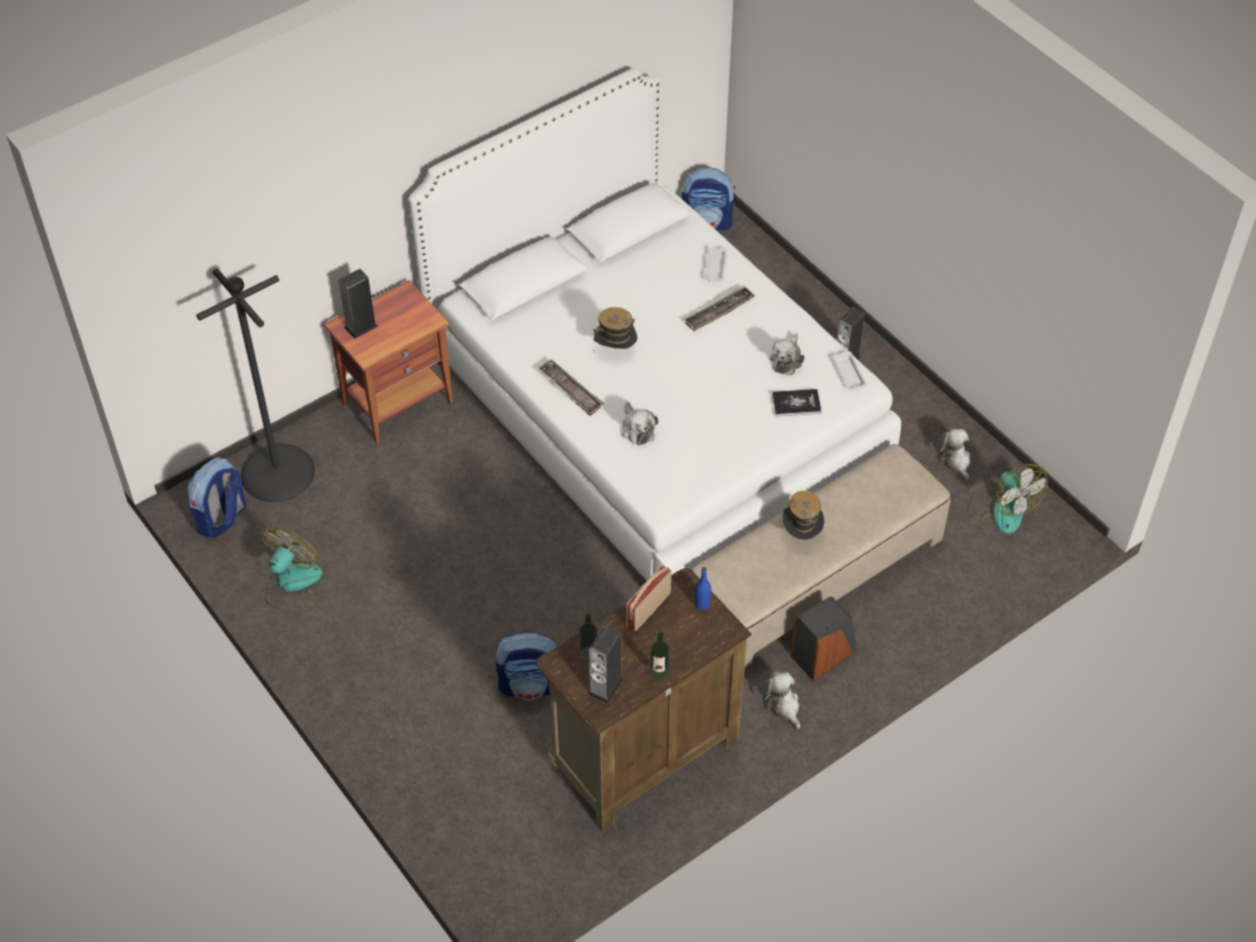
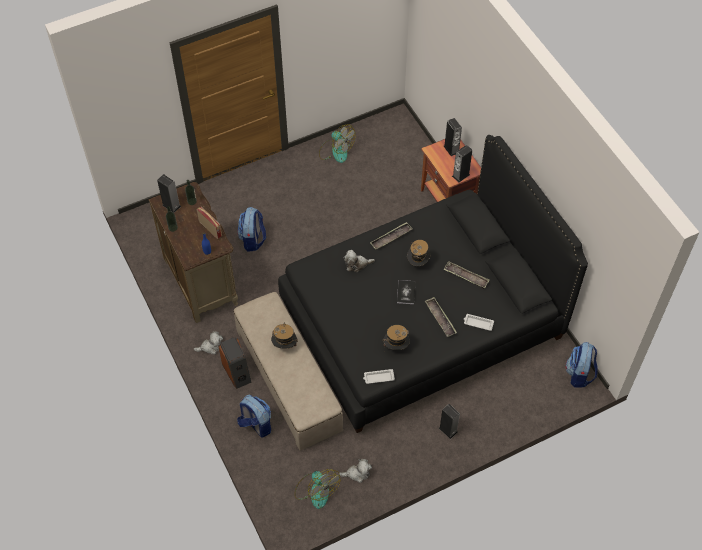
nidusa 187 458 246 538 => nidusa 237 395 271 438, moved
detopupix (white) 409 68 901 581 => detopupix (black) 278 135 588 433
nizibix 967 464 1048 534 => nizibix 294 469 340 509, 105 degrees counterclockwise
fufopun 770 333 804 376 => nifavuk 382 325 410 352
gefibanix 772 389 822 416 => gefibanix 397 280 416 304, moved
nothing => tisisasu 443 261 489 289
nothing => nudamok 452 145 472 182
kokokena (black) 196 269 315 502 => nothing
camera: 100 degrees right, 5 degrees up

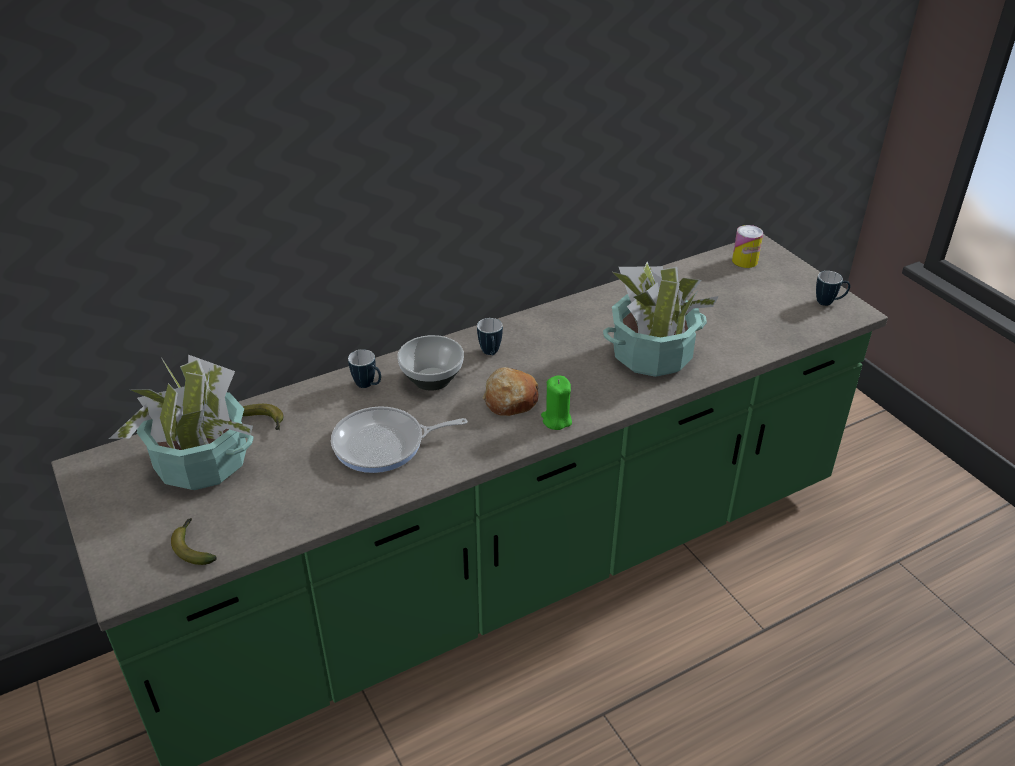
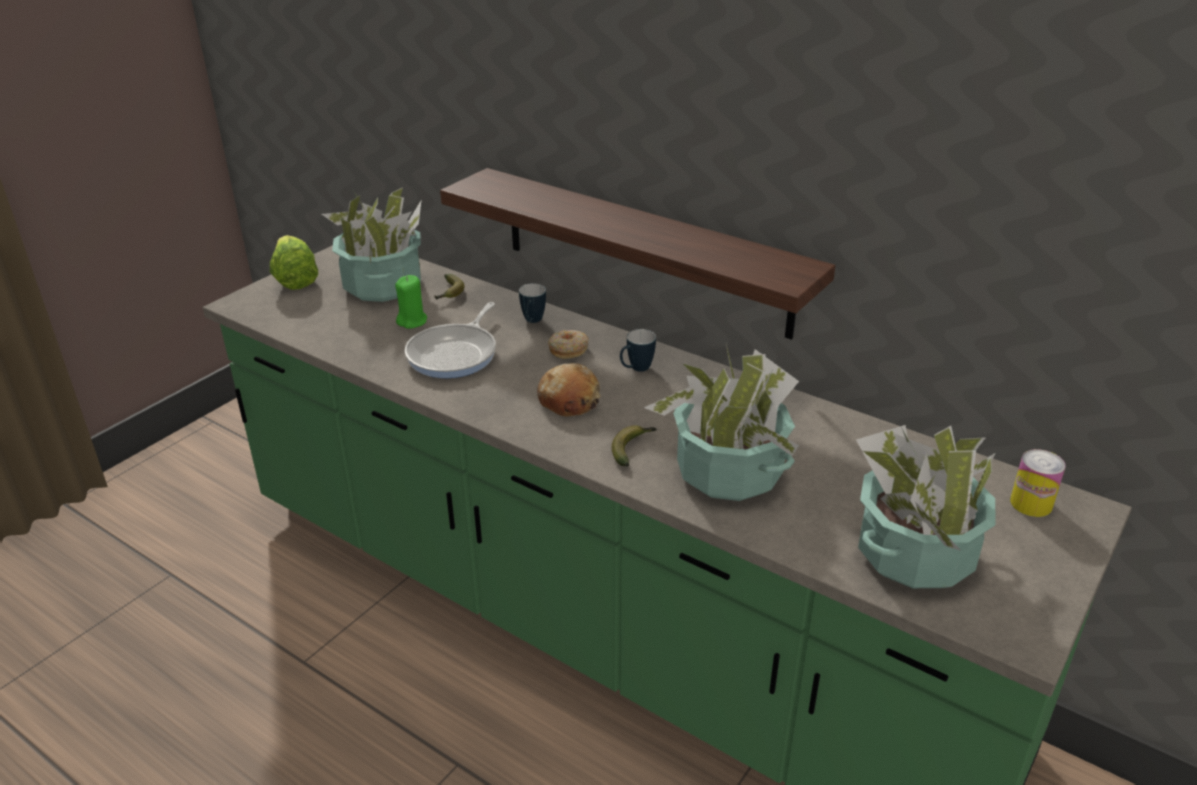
nothing => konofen 270 235 318 290
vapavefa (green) 541 375 572 430 => vapavefa (green) 395 275 427 329, moved
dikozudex 331 406 467 473 => dikozudex 405 302 496 378, 120 degrees counterclockwise
nothing => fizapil 440 168 836 340
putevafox 397 335 464 391 => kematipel 548 330 589 359
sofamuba 171 518 217 565 => sofamuba 612 425 657 467, moved
nothing => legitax 856 425 995 588
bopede 816 271 850 306 => nothing
camera: 65 degrees right, 5 degrees down

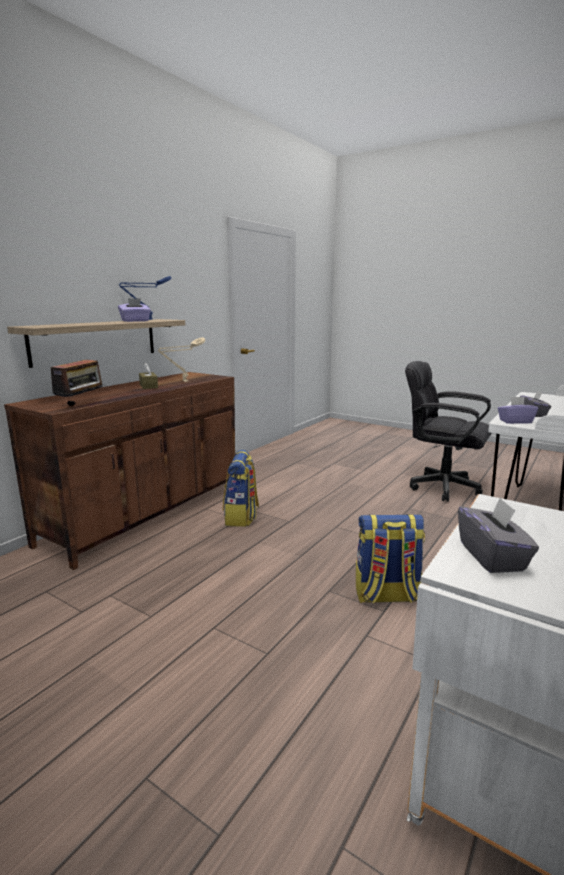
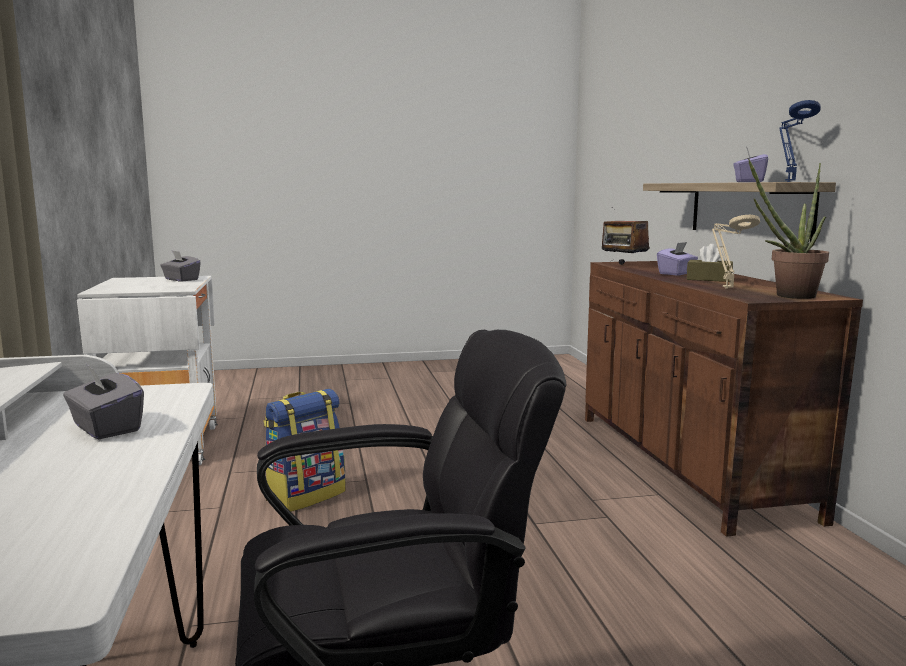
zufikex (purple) 498 397 538 424 => zufikex (purple) 657 242 698 275, moved
nothing => legitax 748 159 829 299
nidusa 223 450 259 527 => nothing
camera: 135 degrees right, 5 degrees down

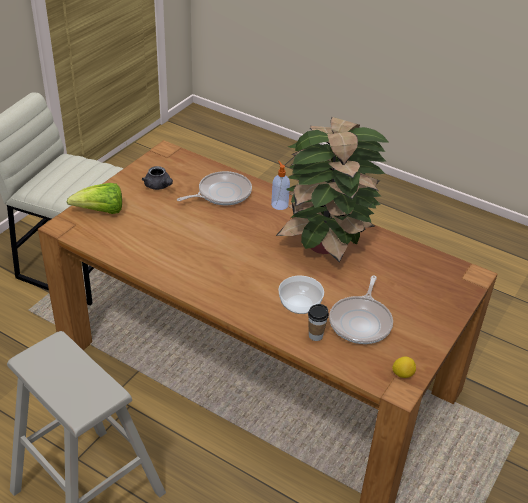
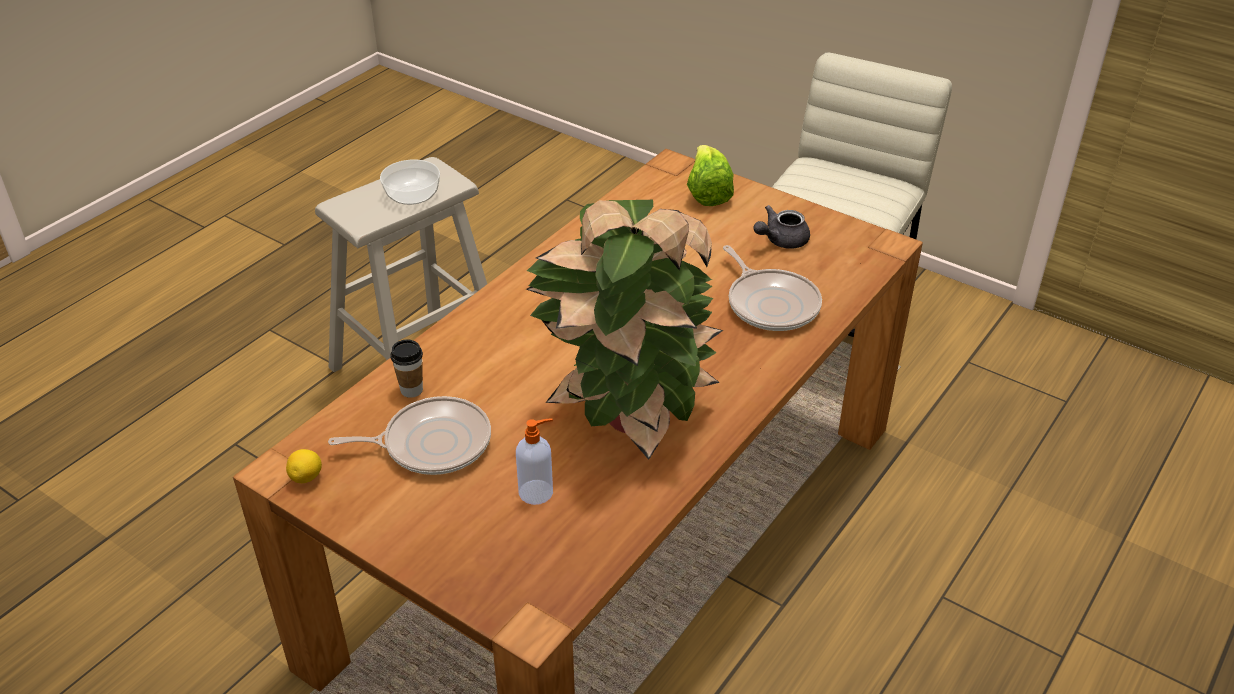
dikozudex 329 275 393 344 => dikozudex 328 396 491 475, 150 degrees clockwise
putevafox 278 276 324 314 => putevafox 380 160 440 205, moved
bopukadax 271 161 290 210 => bopukadax 516 418 553 505, moved
camera: 95 degrees right, 0 degrees up

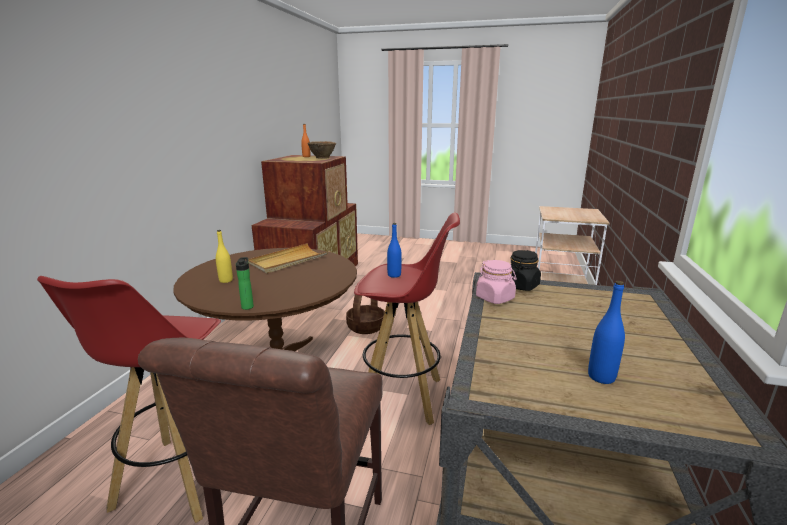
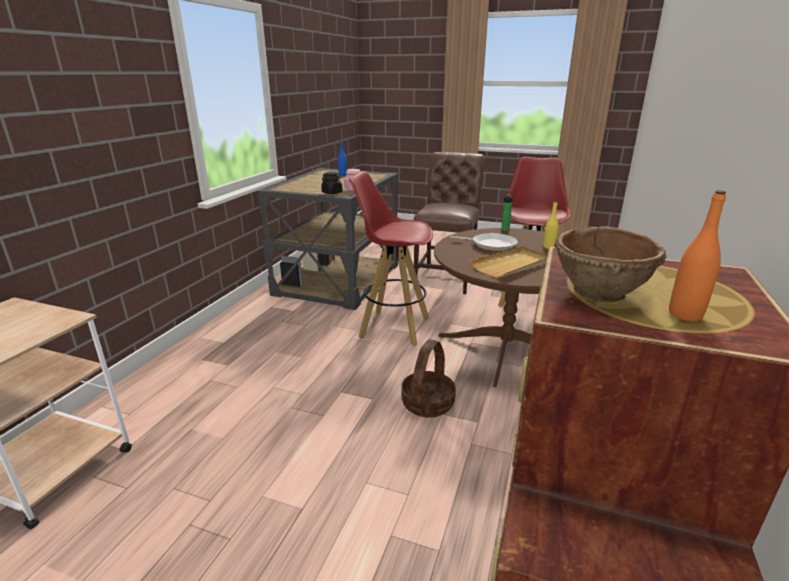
nothing => dikozudex 449 233 518 251
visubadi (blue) 387 223 402 278 => nothing
camera: 175 degrees left, 5 degrees up

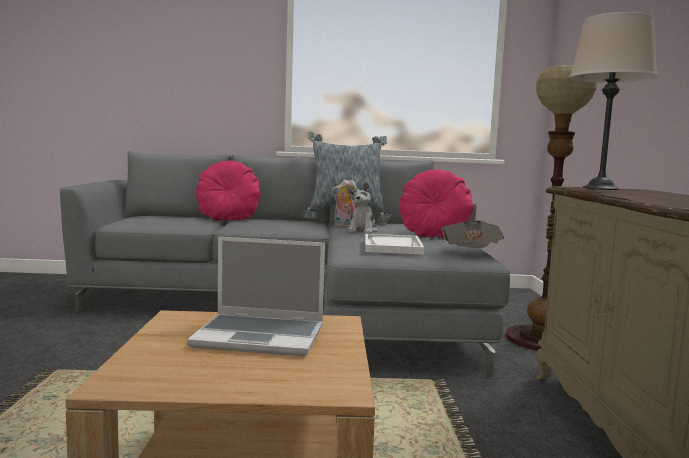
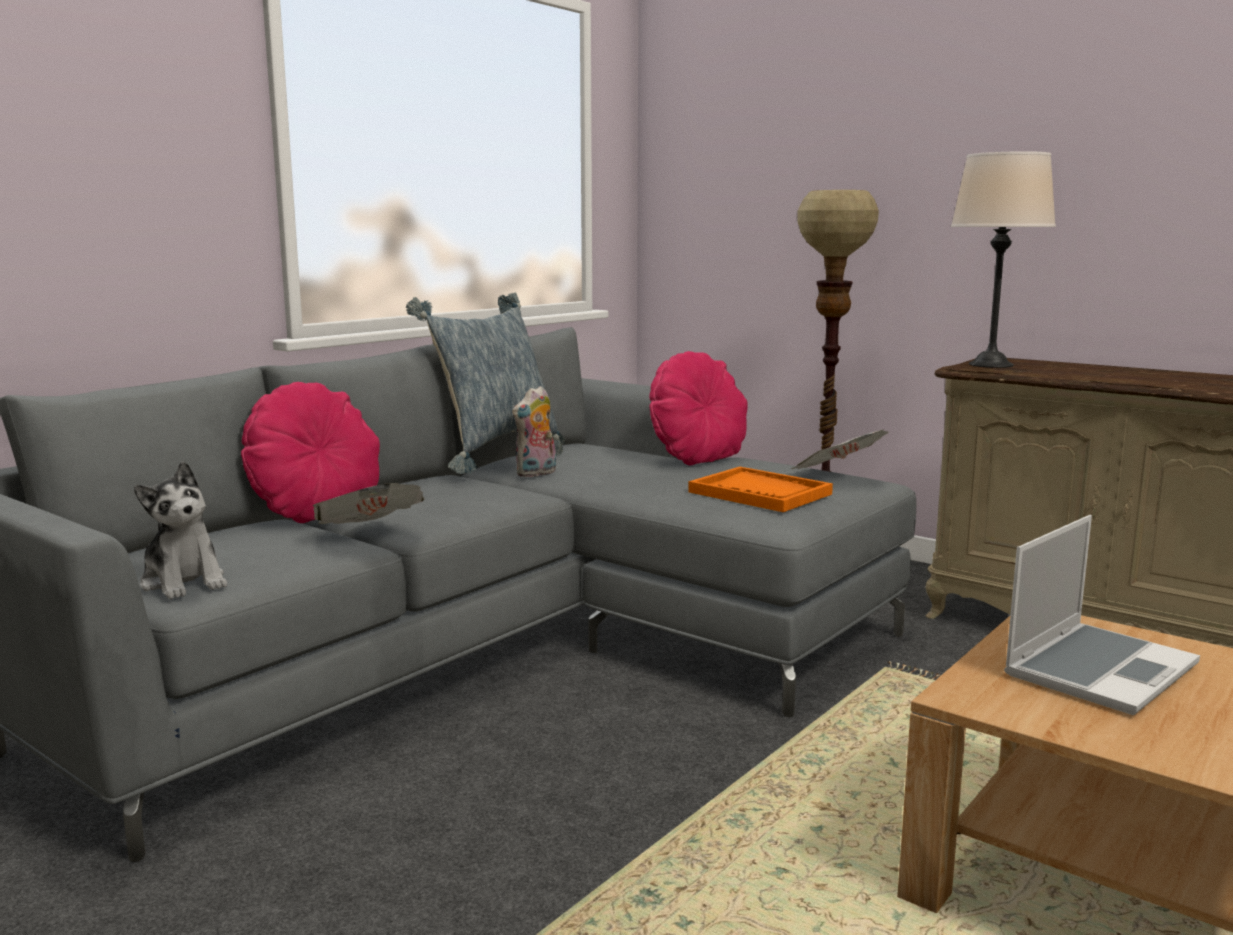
fufopun 347 182 378 234 => fufopun 134 461 227 599, moved
nothing => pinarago 313 483 425 524
tisisasu (white) 365 234 424 255 => tisisasu (orange) 688 467 833 512
camera: 50 degrees left, 5 degrees up

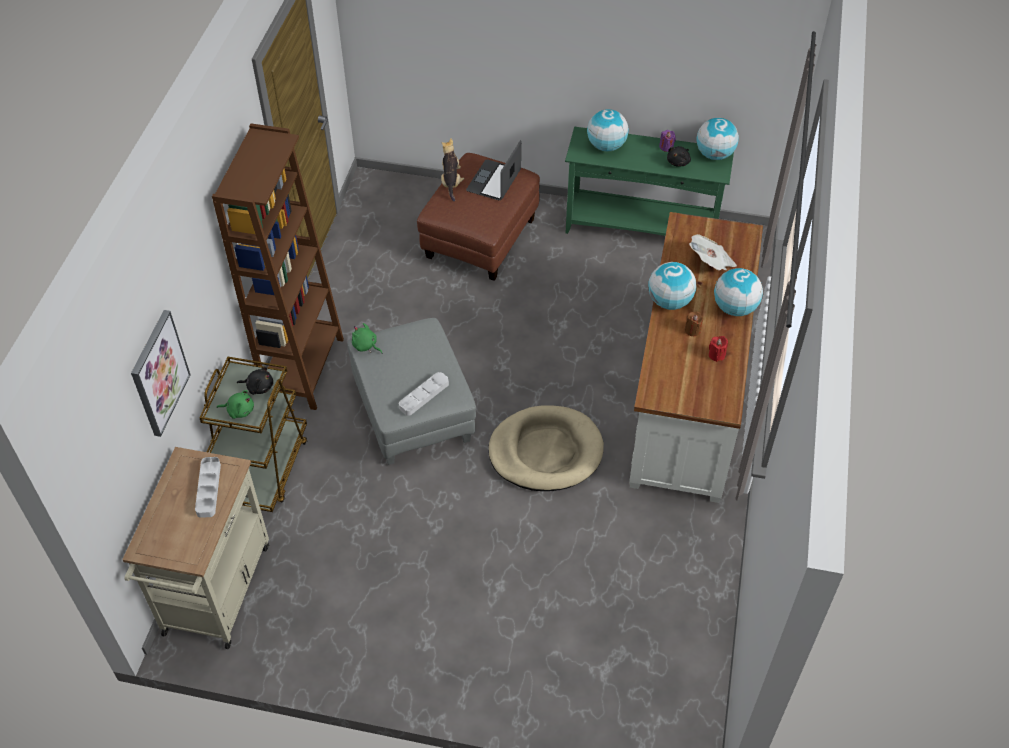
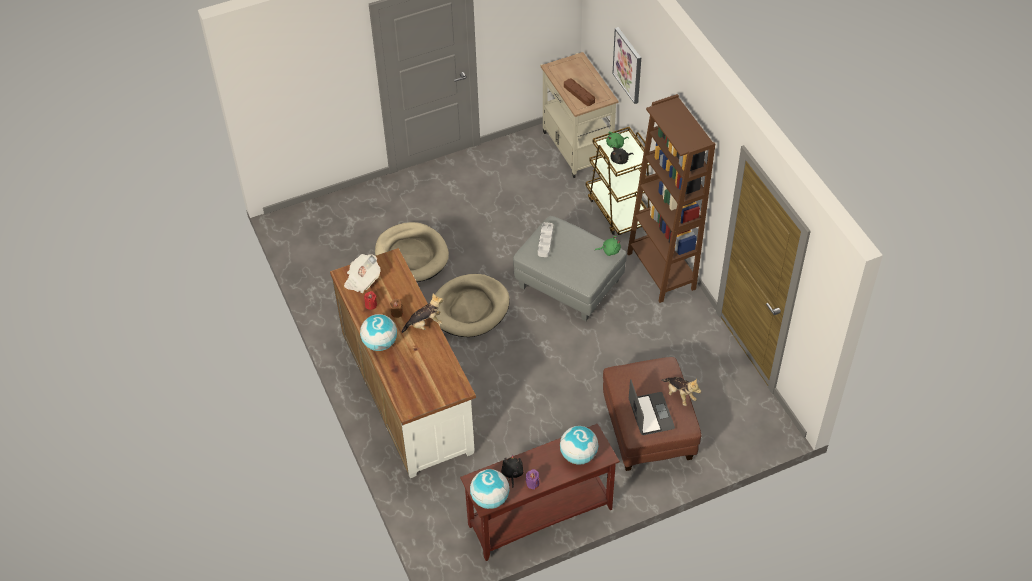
pinarago 689 235 737 270 => pinarago 344 254 381 293, moved
nothing => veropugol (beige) 375 222 449 282
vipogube 648 262 696 310 => fufopun 402 293 444 333
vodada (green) 565 127 734 236 => vodada (brown) 460 423 620 561
tisisasu (grey) 195 457 221 518 => tisisasu (brown) 564 78 595 106
camera: 145 degrees right, 0 degrees up

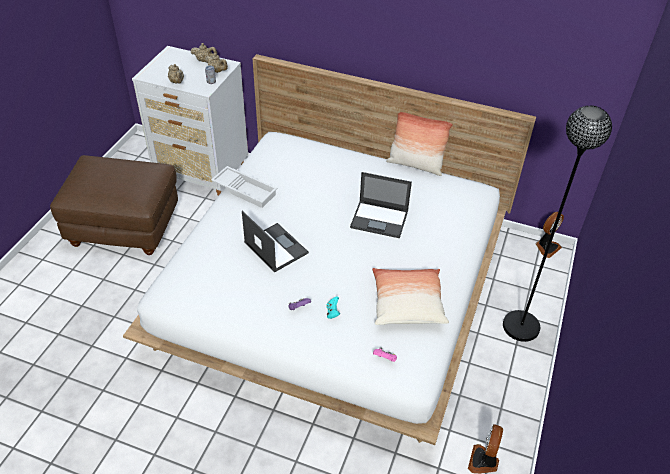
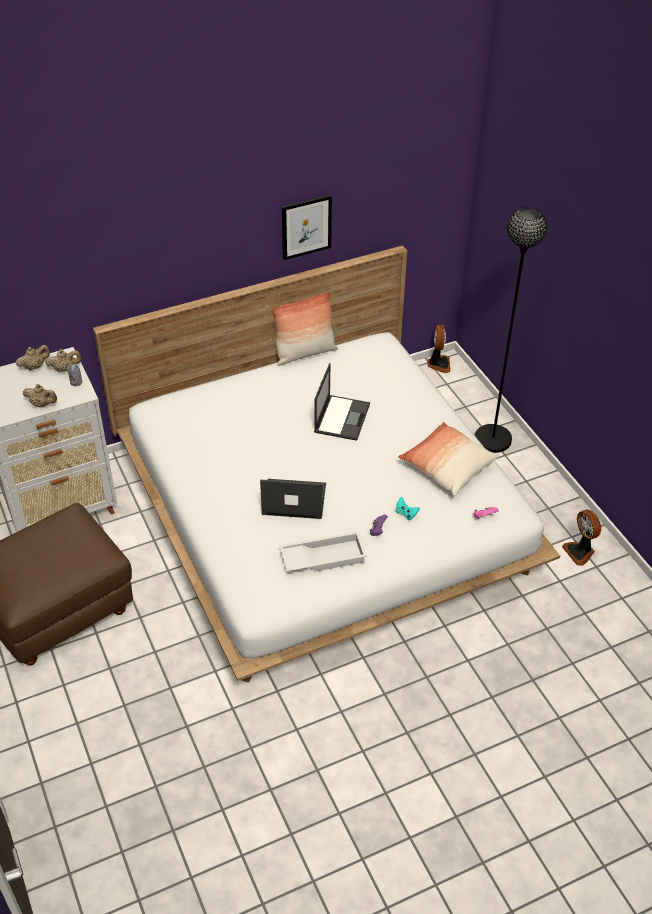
tisisasu (white) 211 166 277 208 => tisisasu (white) 280 531 367 572, moved
nothing => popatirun 282 195 332 260
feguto 350 172 412 238 => feguto 314 363 370 441, 45 degrees counterclockwise
camera: 45 degrees left, 0 degrees up

